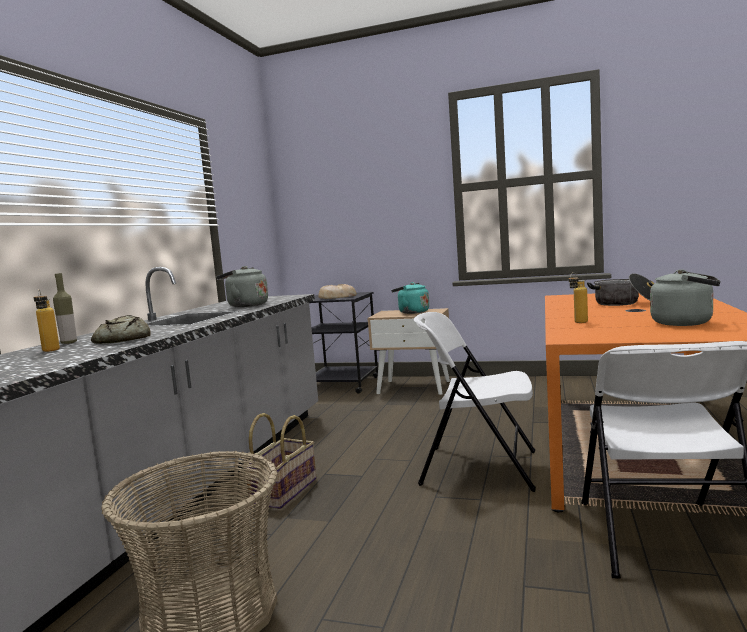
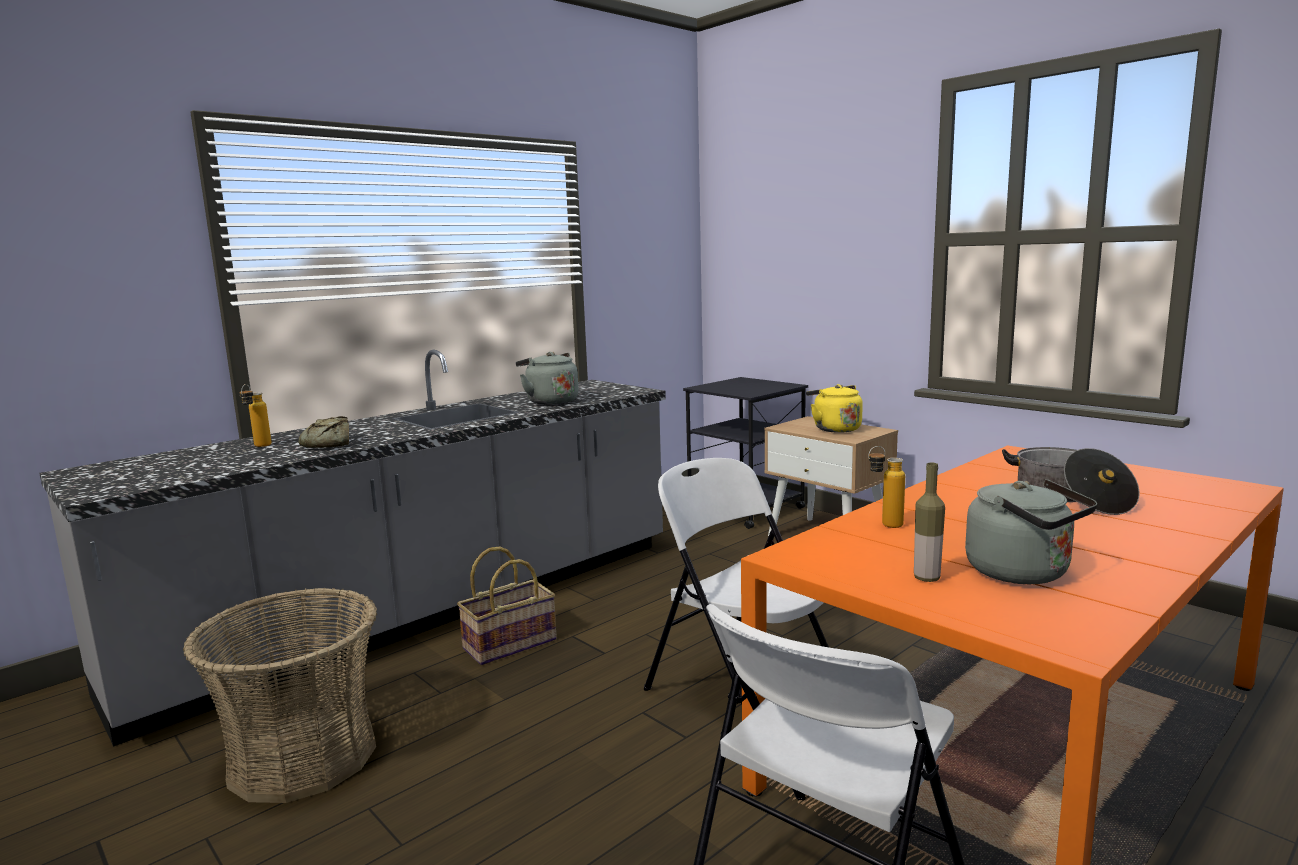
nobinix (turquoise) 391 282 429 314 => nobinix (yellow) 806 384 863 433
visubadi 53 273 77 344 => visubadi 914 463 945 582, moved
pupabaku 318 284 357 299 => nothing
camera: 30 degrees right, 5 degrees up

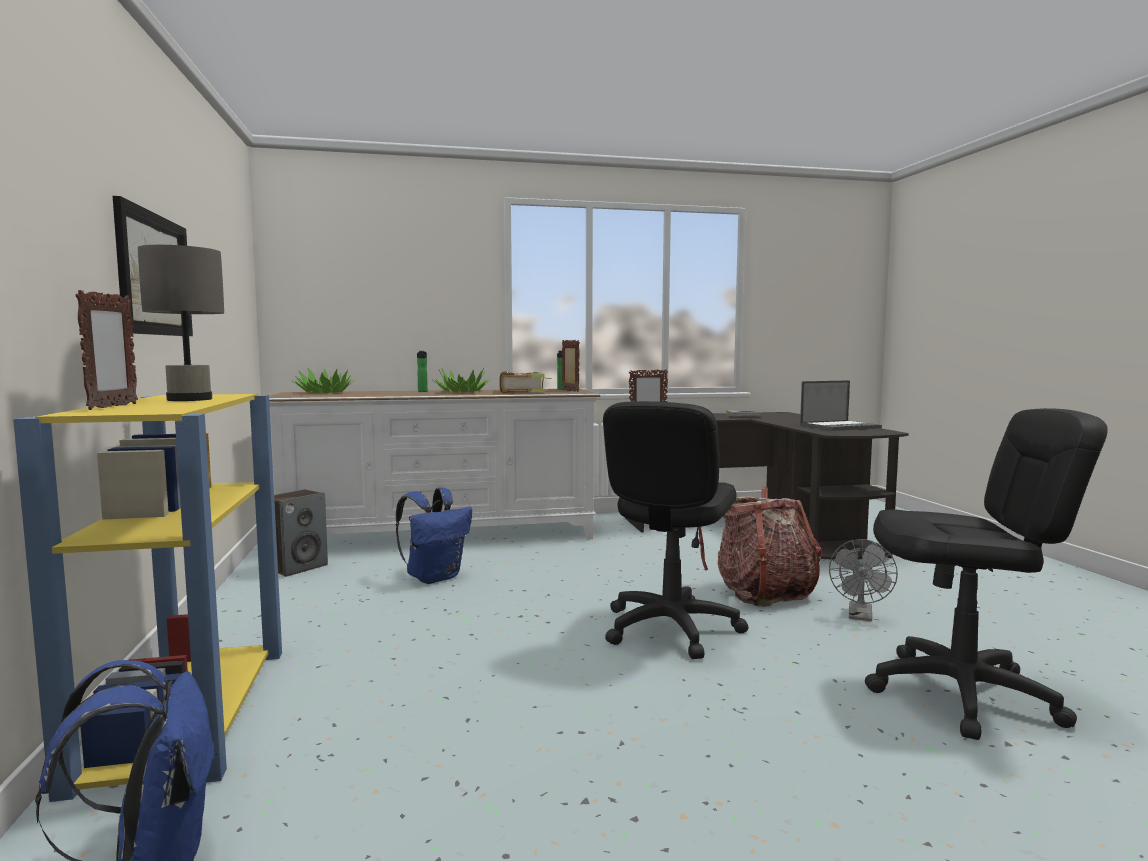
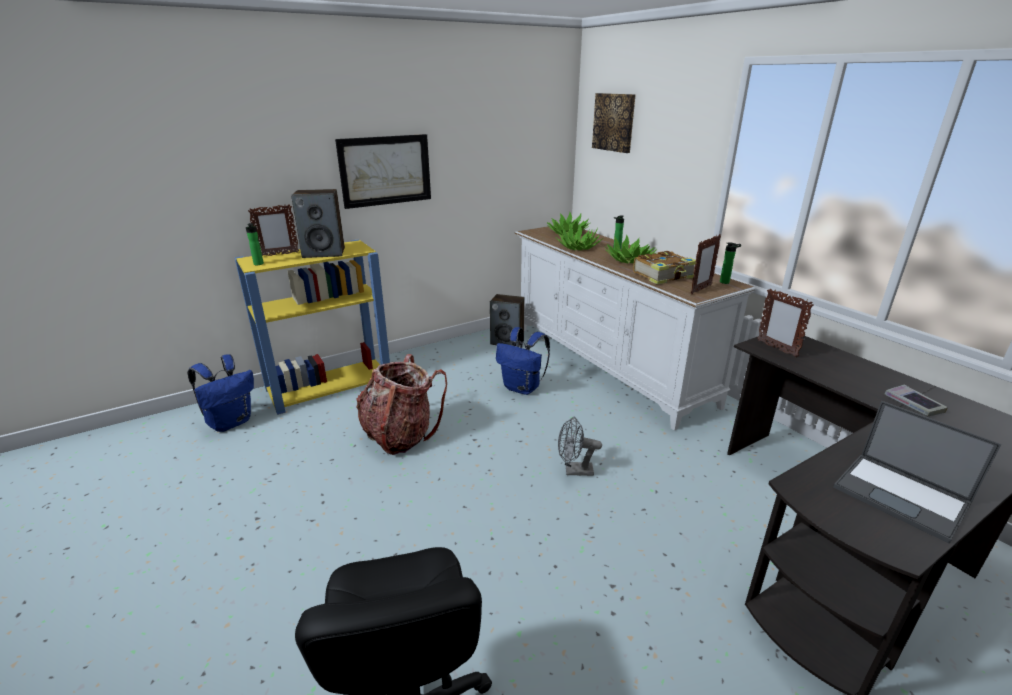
nothing => visubadi 246 223 264 265
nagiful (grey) 138 245 224 401 => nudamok 291 189 345 258
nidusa 698 487 822 607 => nidusa 356 354 447 455, moved
nothing => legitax 555 225 603 250
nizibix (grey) 829 539 898 621 => nizibix (grey) 558 417 602 476, moved
nothing => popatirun 592 93 635 153
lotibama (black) 603 401 749 659 => nothing
camera: 70 degrees right, 20 degrees up

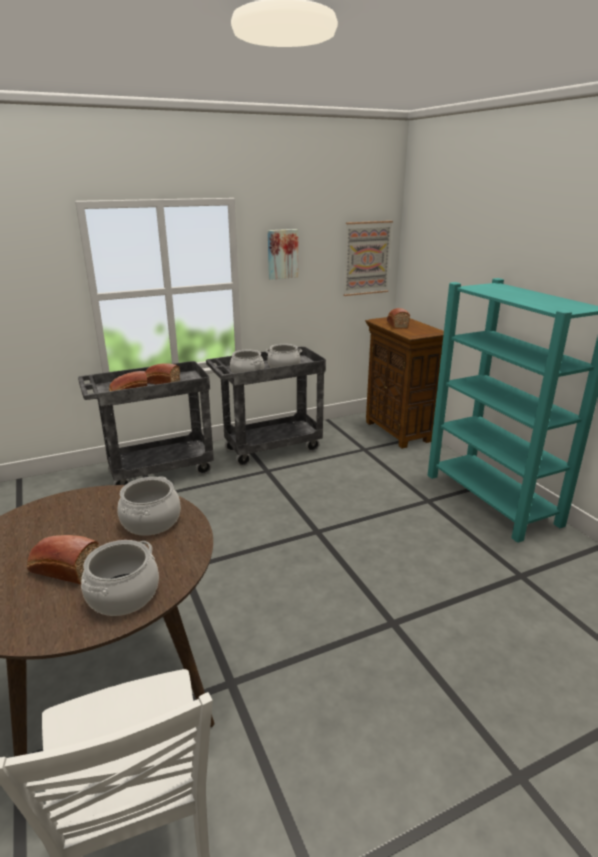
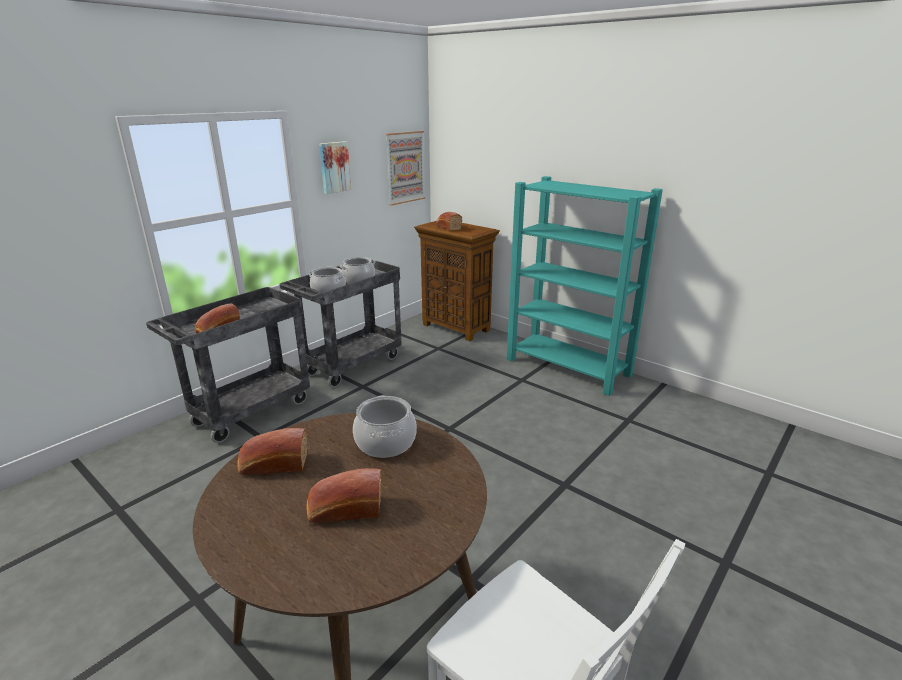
pupabaku 145 363 180 384 => pupabaku 237 428 307 476, moved
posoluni 81 540 159 616 => nothing
camera: 25 degrees left, 0 degrees up

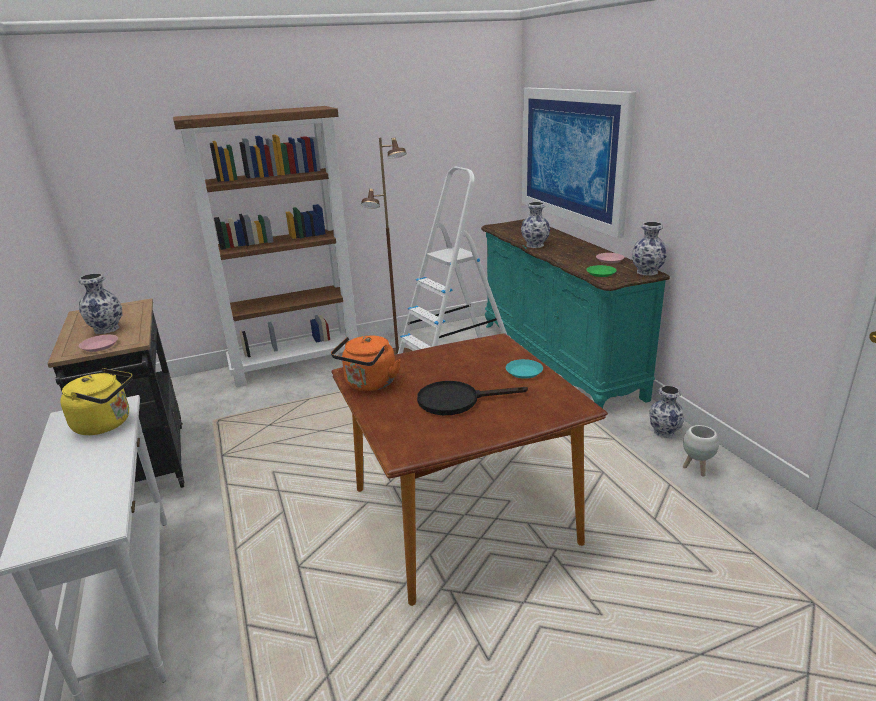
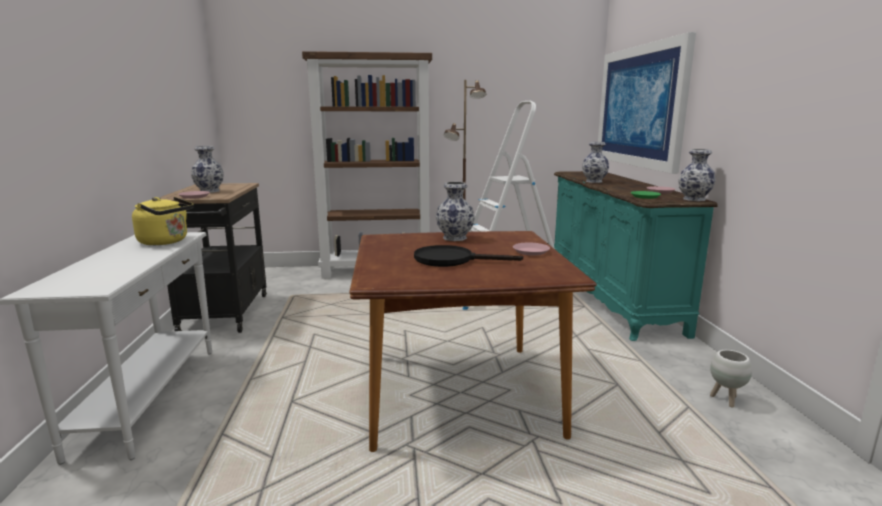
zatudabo 649 386 684 438 => zatudabo 436 182 475 241, moved
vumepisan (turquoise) 506 359 543 379 => vumepisan (pink) 513 243 550 256
nobinix (orange) 331 336 401 391 => nothing
camera: 15 degrees right, 10 degrees down

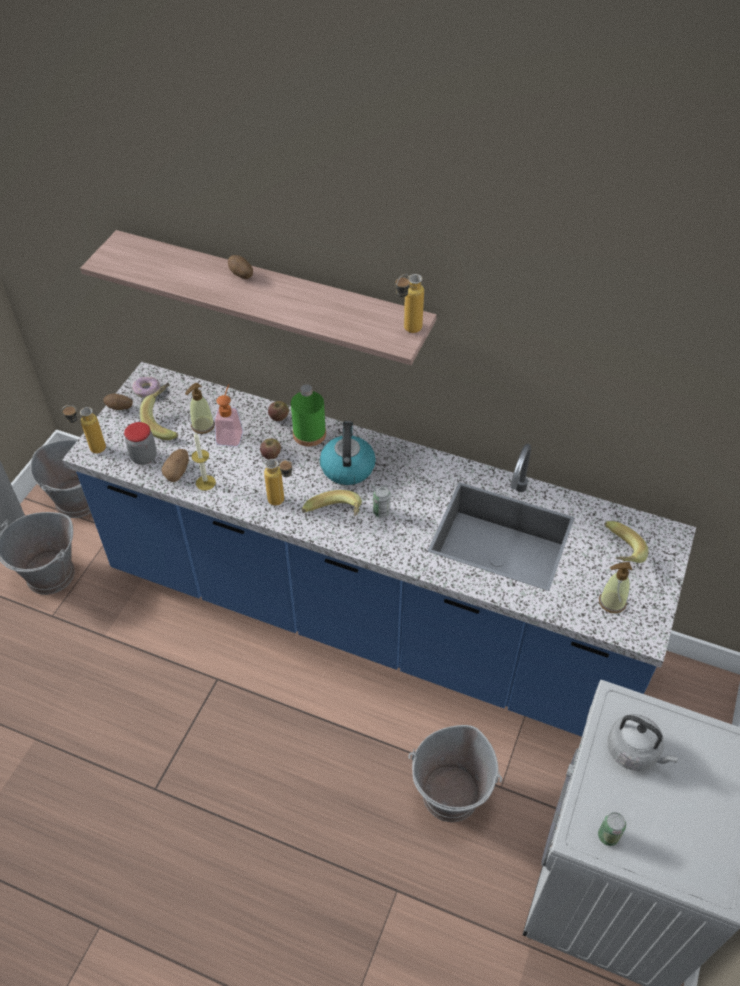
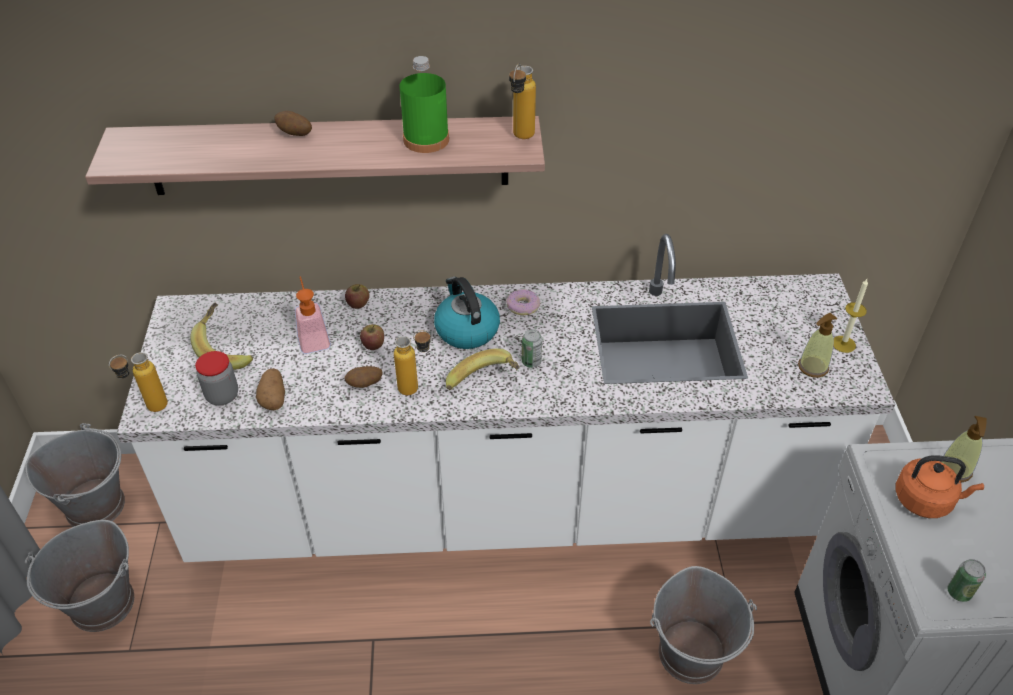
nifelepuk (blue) 62 362 696 737 => nifelepuk (white) 117 234 895 562
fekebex 103 394 133 410 => fekebex 345 366 382 388, moved
visubadi (green) 291 384 326 446 => visubadi (green) 400 56 449 153, moved
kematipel 132 376 160 398 => kematipel 506 289 540 315, moved
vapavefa 192 432 216 491 => vapavefa 833 279 868 353, moved
nobinix (grey) 607 714 678 771 => nobinix (orange) 895 455 984 518
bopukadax 185 383 215 434 => bopukadax 939 416 987 482, moved
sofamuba 604 521 648 563 => nothing
camera: 25 degrees left, 5 degrees down

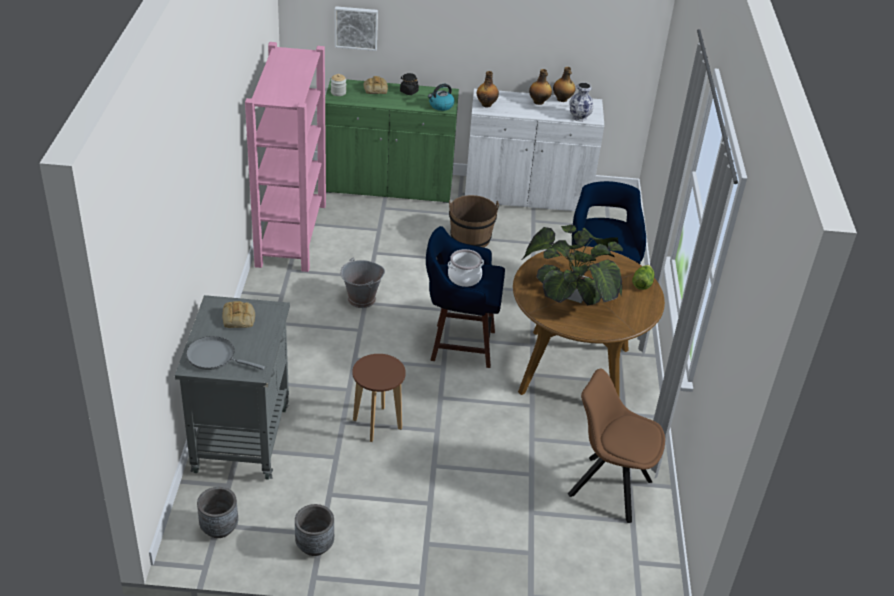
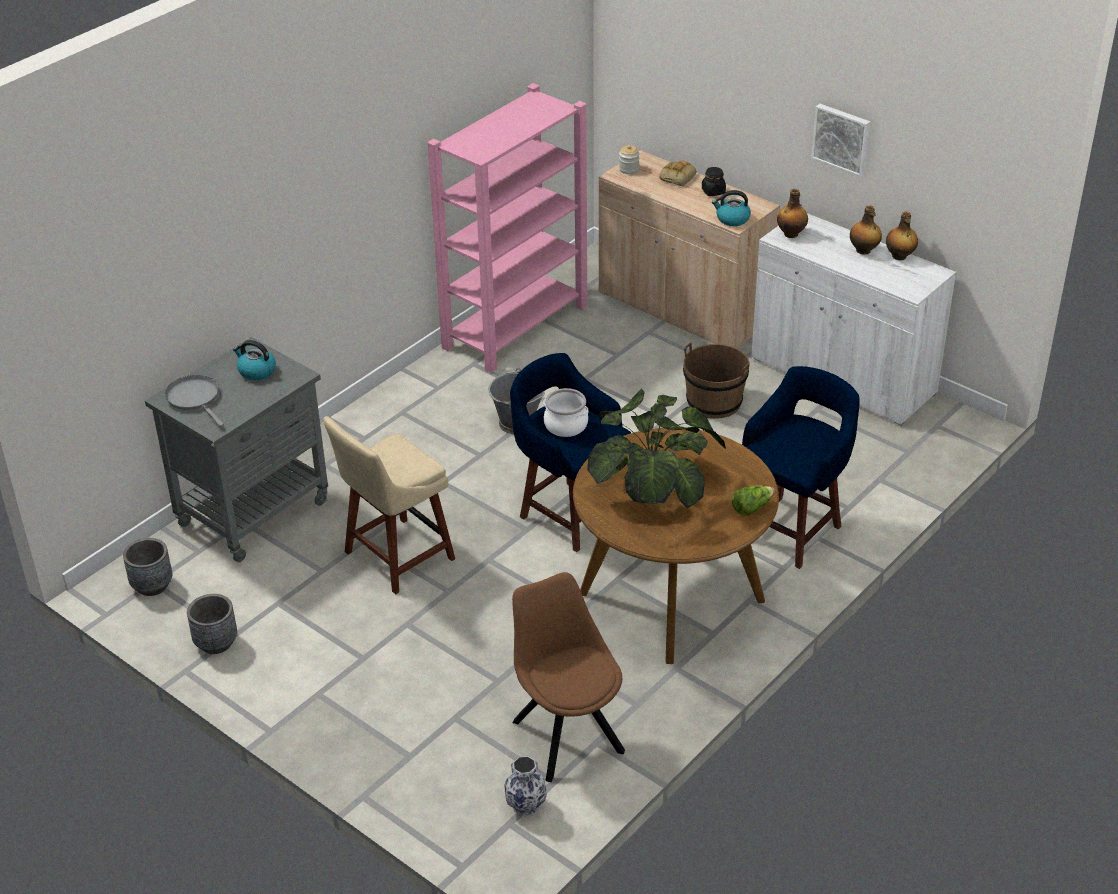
pupabaku 222 301 255 328 => nobinix 233 340 276 380
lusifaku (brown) 352 354 406 442 => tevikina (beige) 323 416 455 594
zatudabo 569 82 594 122 => zatudabo 504 756 547 817, moved
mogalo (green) 325 78 459 203 => mogalo (beige) 599 150 780 348
popatirun 335 6 378 51 => popatirun 811 104 870 177, moved
camera: 40 degrees right, 0 degrees up

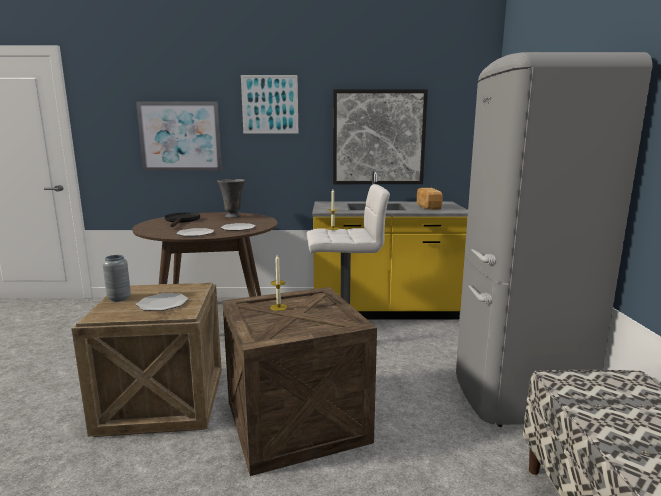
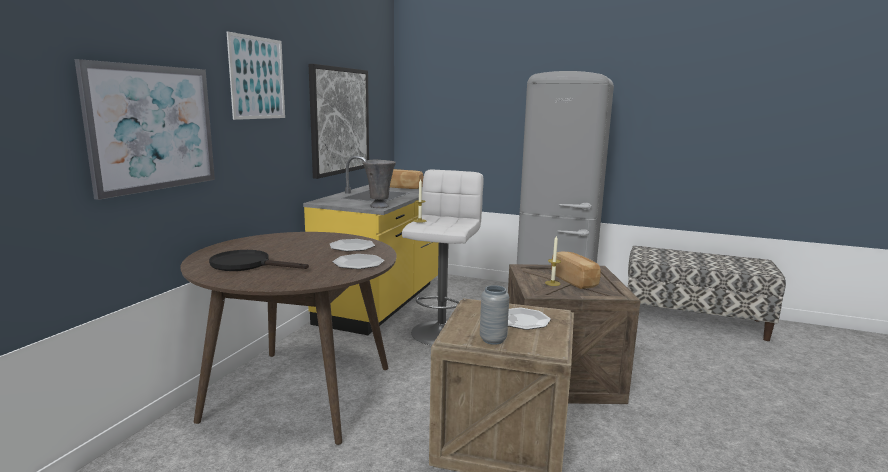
zatudabo (grey) 217 179 245 218 => zatudabo (grey) 363 160 396 208, moved
nothing => pupabaku 551 251 601 289
camera: 70 degrees left, 0 degrees up

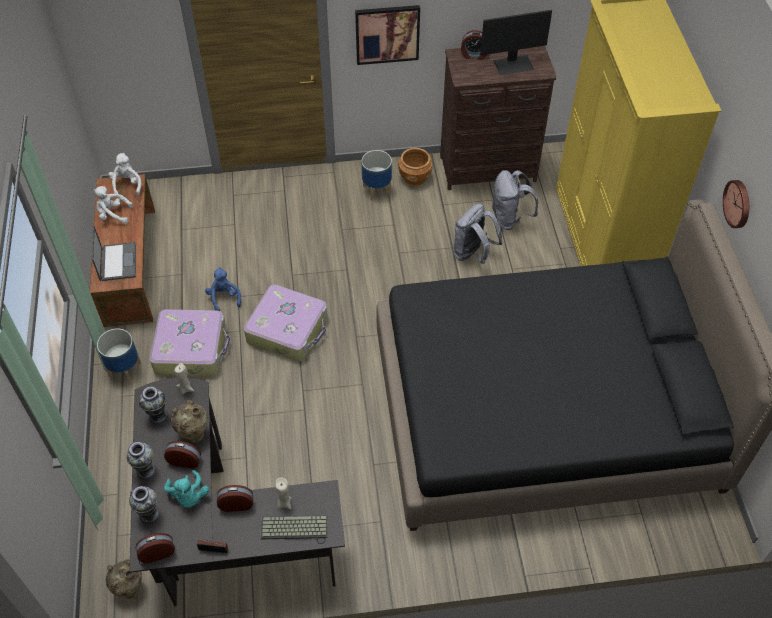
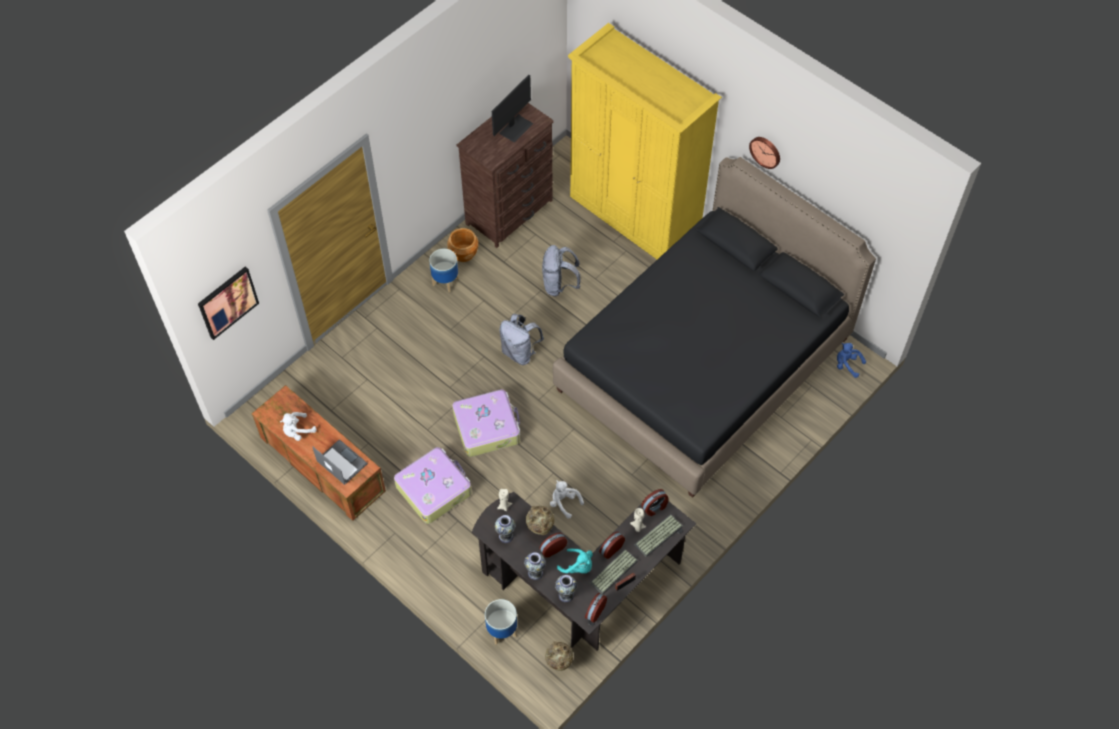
popatirun 355 5 420 65 => popatirun 198 267 259 340, moved
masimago 97 328 141 383 => masimago 485 599 517 645, moved
nidusa (grey) 492 170 538 230 => nidusa (grey) 500 314 544 365, moved
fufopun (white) 108 153 141 195 => fufopun (white) 550 480 584 519, moved
nothing => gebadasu 590 549 638 595
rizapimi 461 30 487 60 => rizapimi 641 489 669 516, moved
fufopun (blue) 205 267 241 311 => fufopun (blue) 837 343 866 378, moved
camera: 40 degrees left, 5 degrees up

